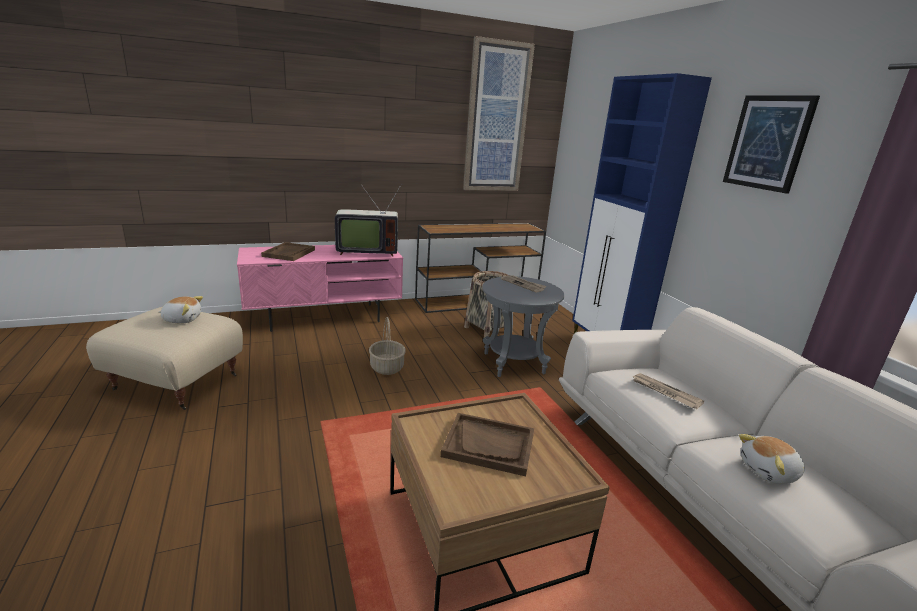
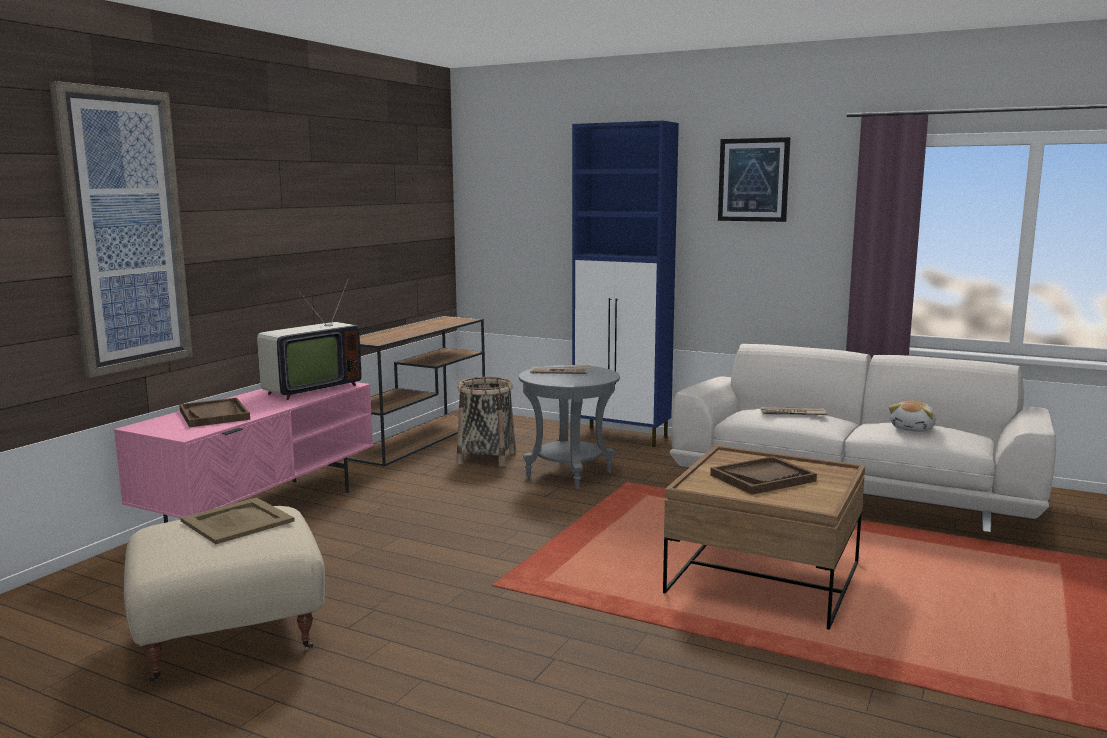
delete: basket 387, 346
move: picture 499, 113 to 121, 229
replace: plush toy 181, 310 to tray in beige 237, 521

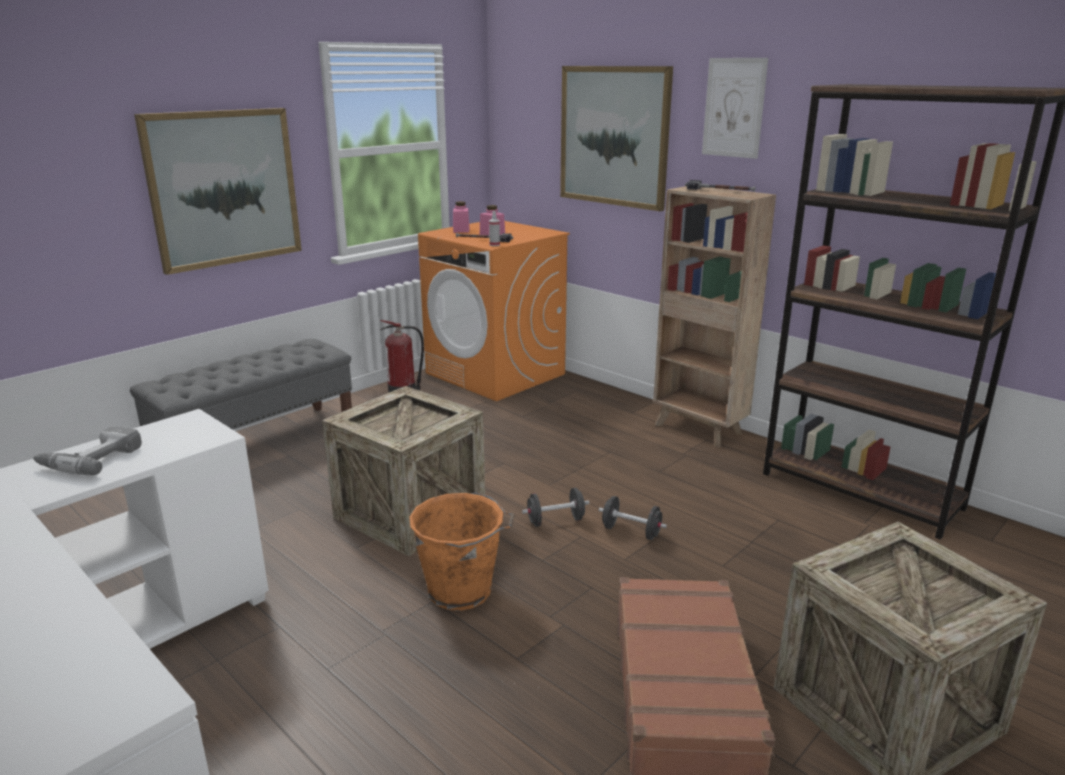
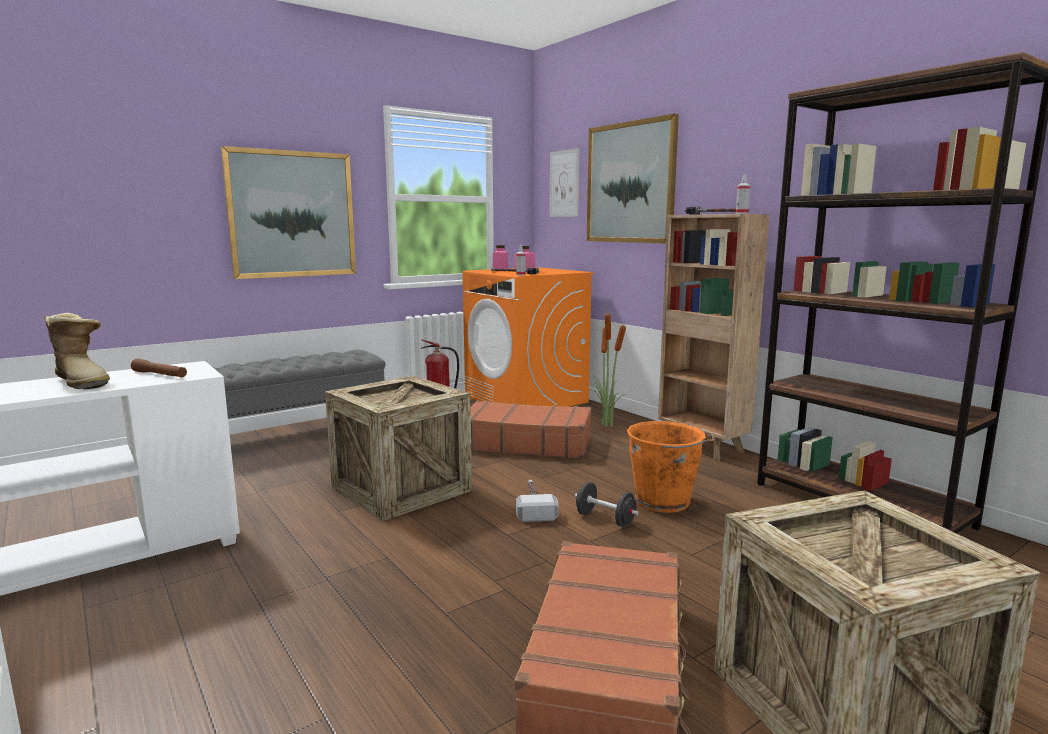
insert: flashlight in brown 159, 368; suitcase in brown 531, 430; potted plant 608, 367; spray bottle 743, 194
move: bucket in orange 462, 551 to 671, 467; picture 735, 108 to 564, 182
replace: power drill 87, 450 to boot 77, 351; dumbbell in black 555, 507 to hammer 537, 501

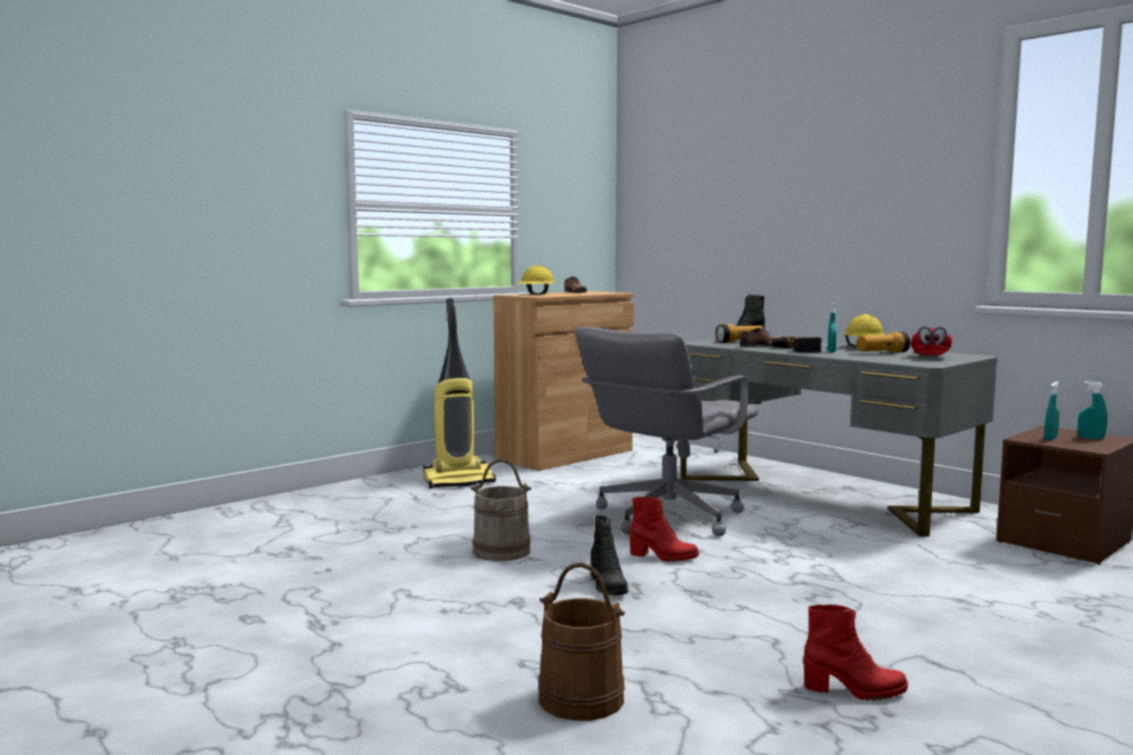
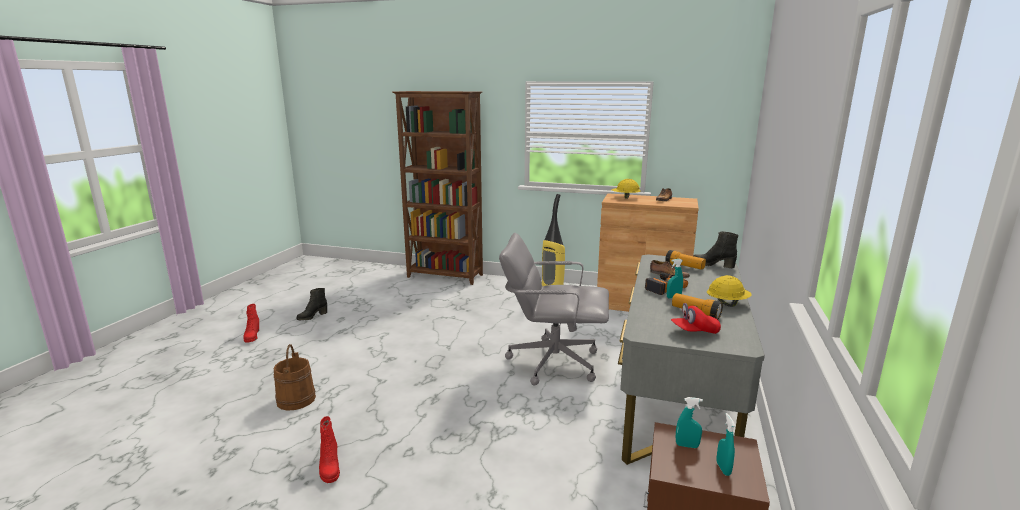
delete: bucket in beige 501, 510
insert: bookcase in brown 437, 188
move: boot in black 609, 555 to 311, 304; boot in red 664, 529 to 251, 323

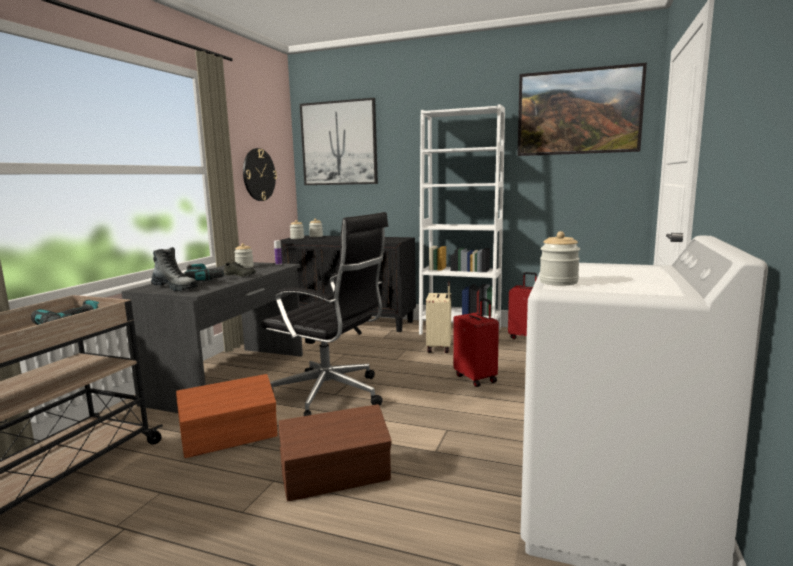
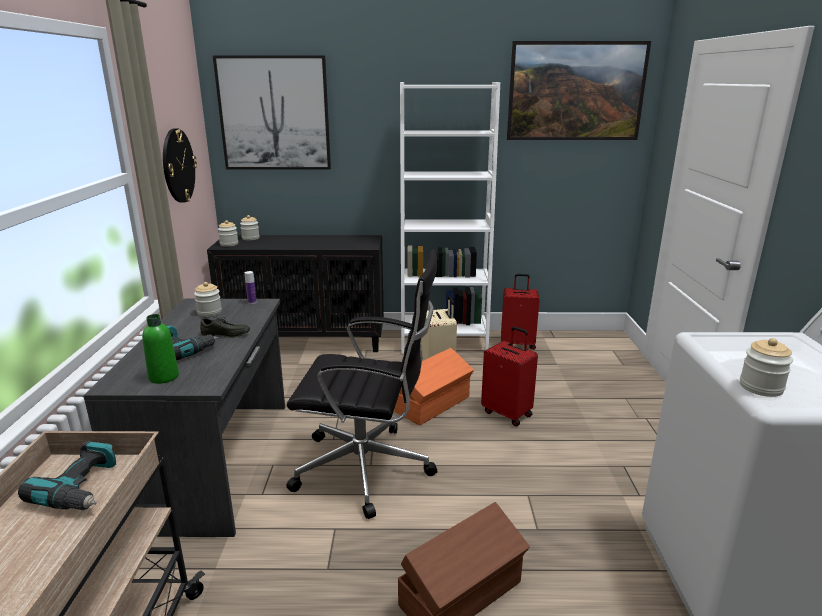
move: storage box in orange 227, 416 to 434, 386
replace: boot 174, 269 to bottle in green 160, 349

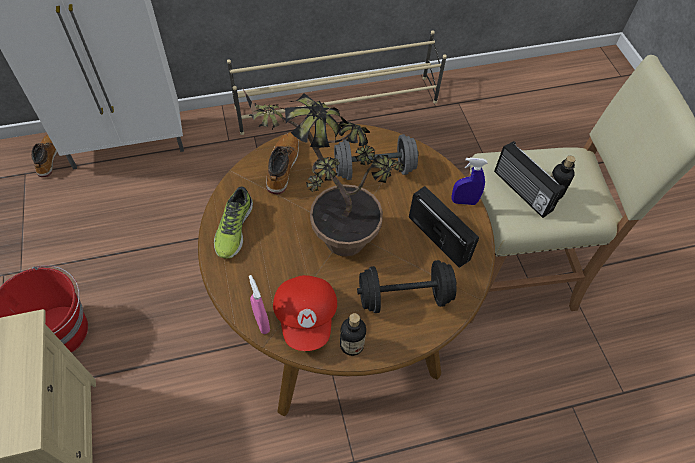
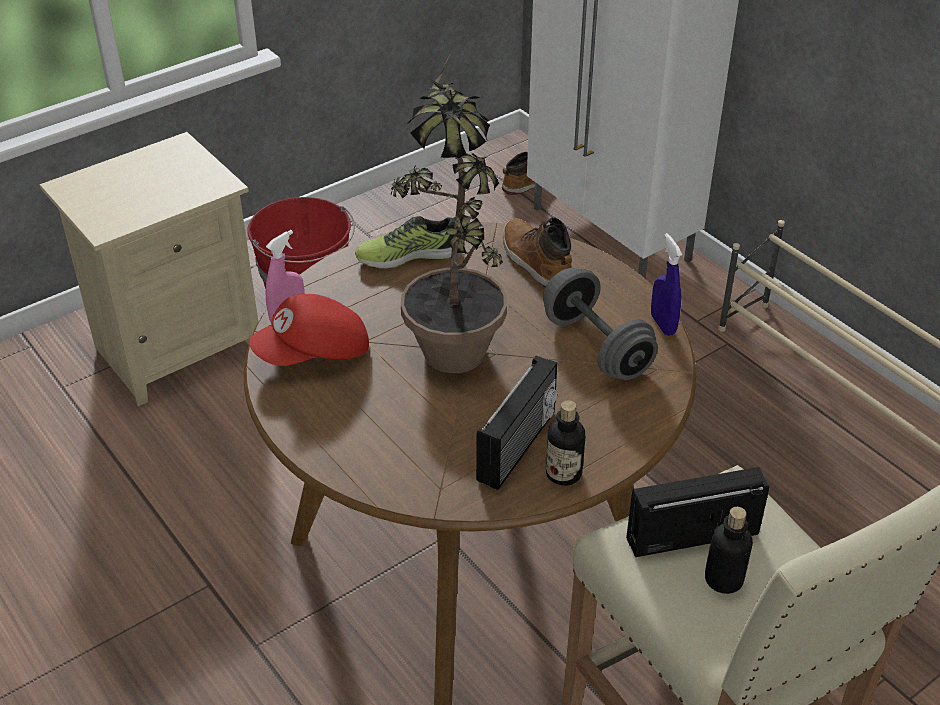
delete: dumbbell in black 406, 286
move: bottle 353, 334 to 565, 443; spray bottle in blue 469, 181 to 666, 284
rotate: boot 282, 163 = 537, 252 105 degrees counterclockwise; radio 529, 179 = 697, 512 45 degrees clockwise

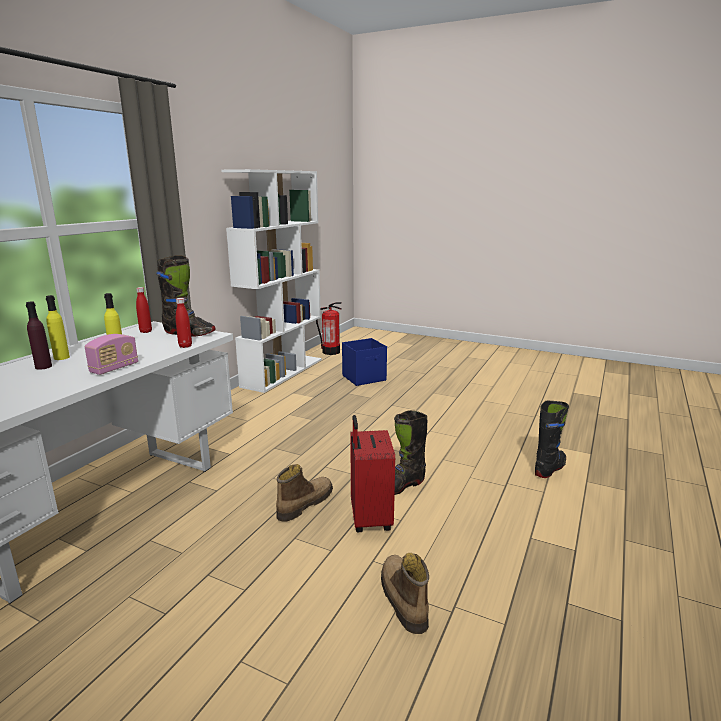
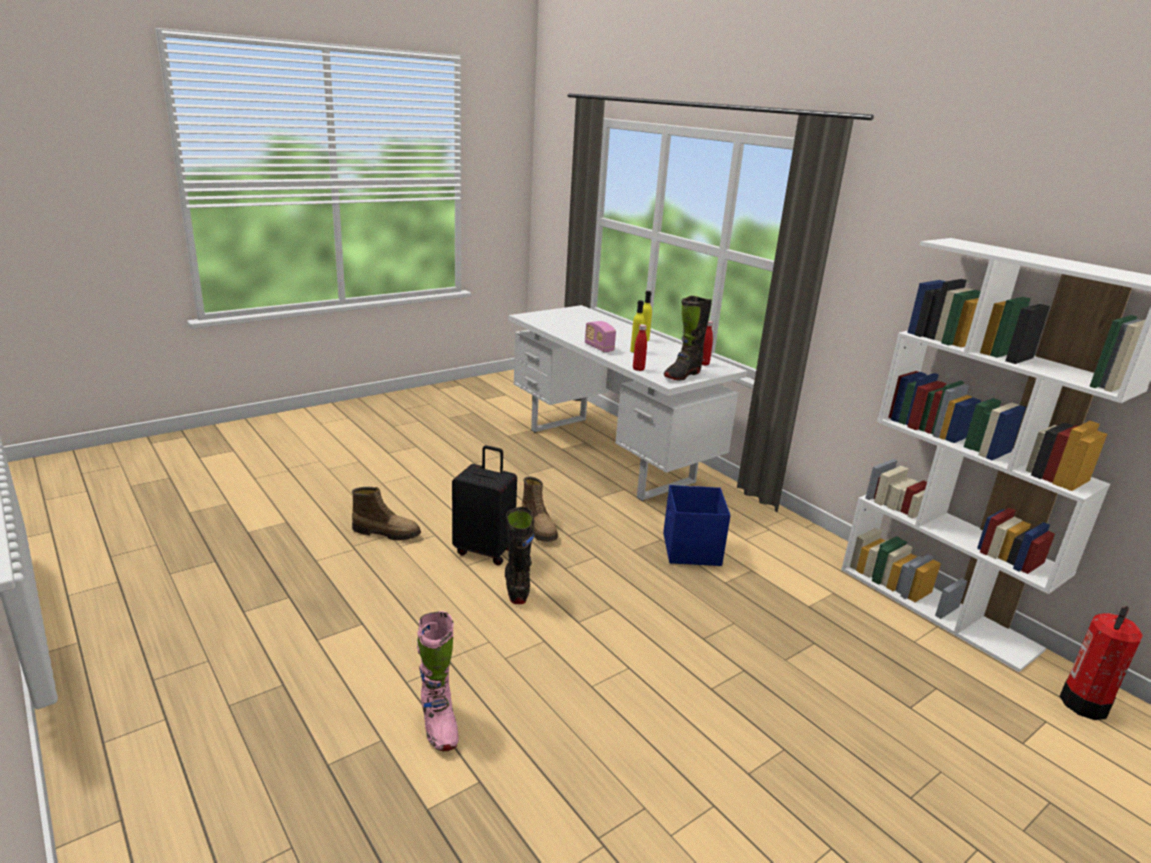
delete: bottle in purple 39, 335
move: storage box in blue 364, 362 to 697, 525
recolor: suitcase in red 372, 473 to suitcase in black 484, 505; boot in black 552, 439 to boot in pink 438, 681

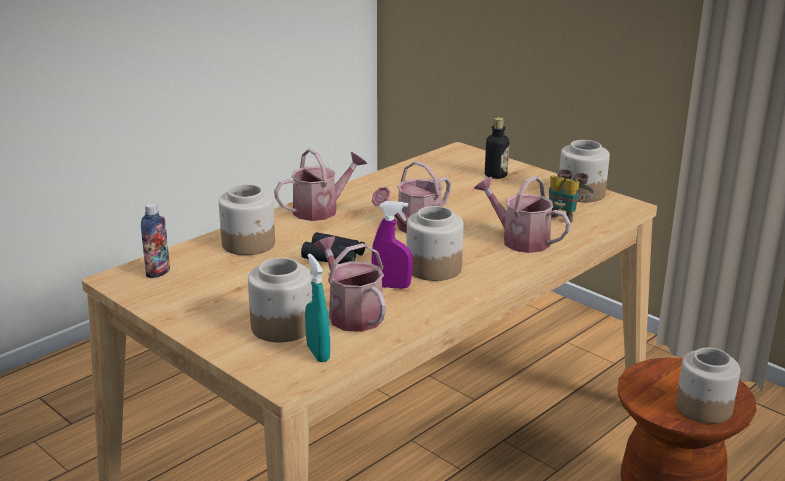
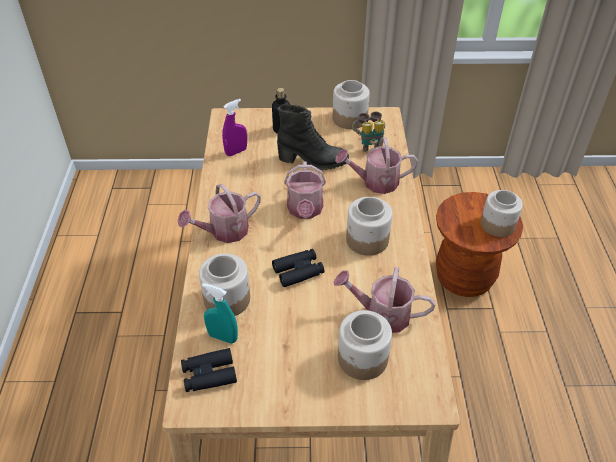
insert: boot in black 313, 138
move: spray bottle in turquoise 317, 308 to 220, 313; spray bottle in purple 392, 245 to 234, 127
replace: bottle 155, 240 to binoculars in black 209, 370
rotate: watering can 320, 184 = 219, 213 135 degrees counterclockwise

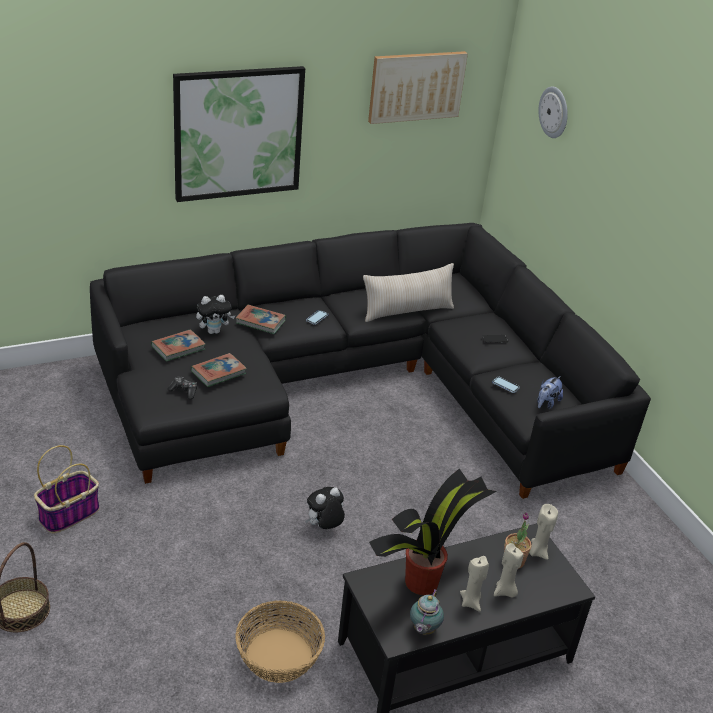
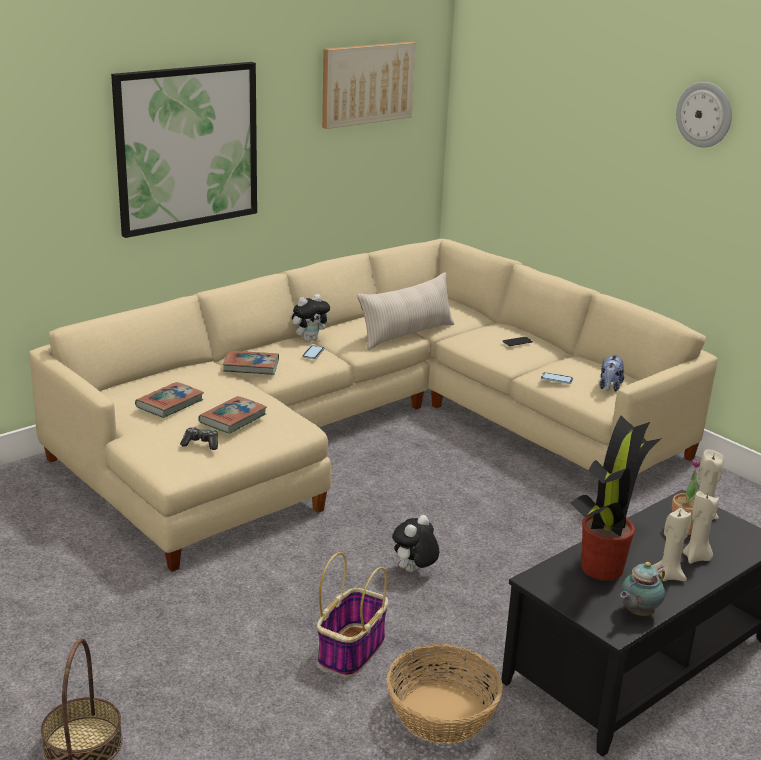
move: basket 67, 489 to 352, 614; plush toy 215, 314 to 311, 318; wall clock 553, 112 to 704, 114
recolor: sofa in black 370, 361 to sofa in beige 373, 405
rotate: teapot 427, 612 = 642, 589 45 degrees clockwise

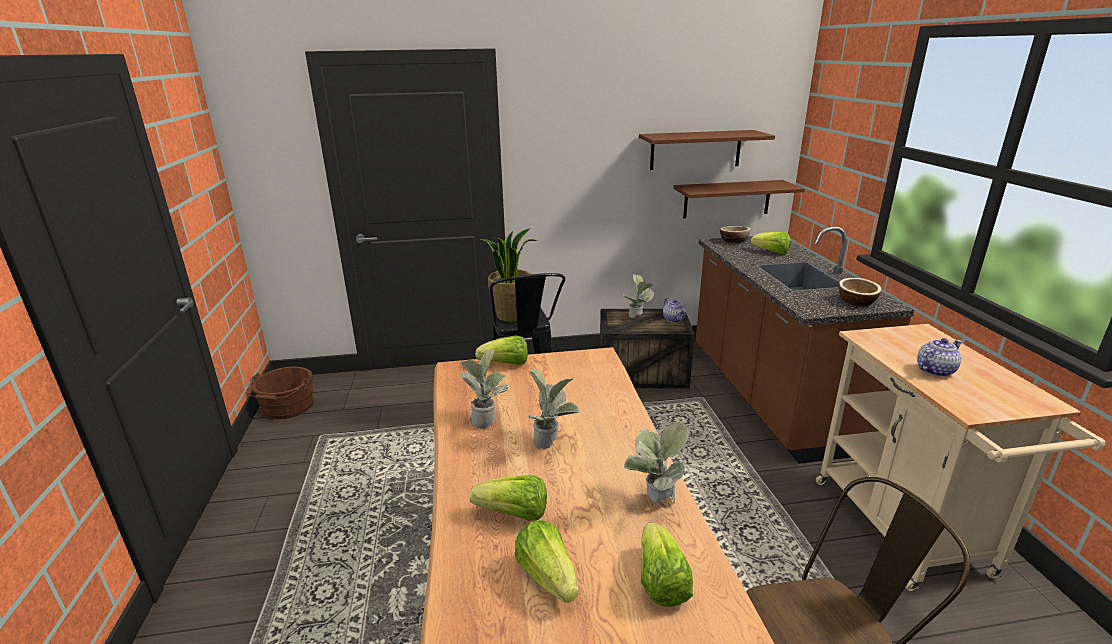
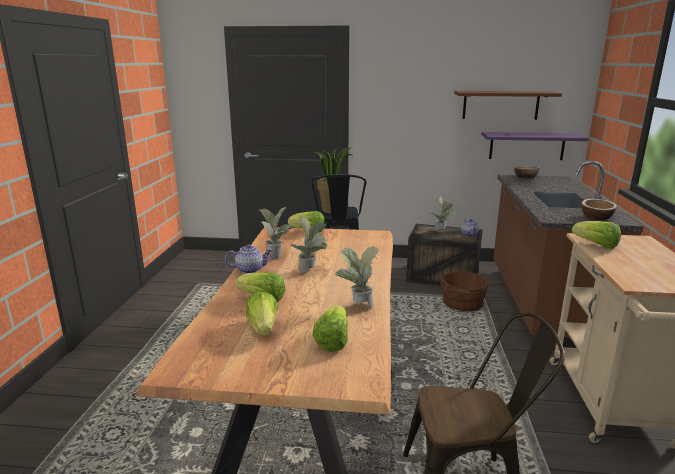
move: bucket in brown 280, 392 to 465, 291; lettuce 771, 243 to 596, 235; teapot 939, 357 to 249, 259
recolor: shelf in brown 739, 199 to shelf in purple 535, 146

